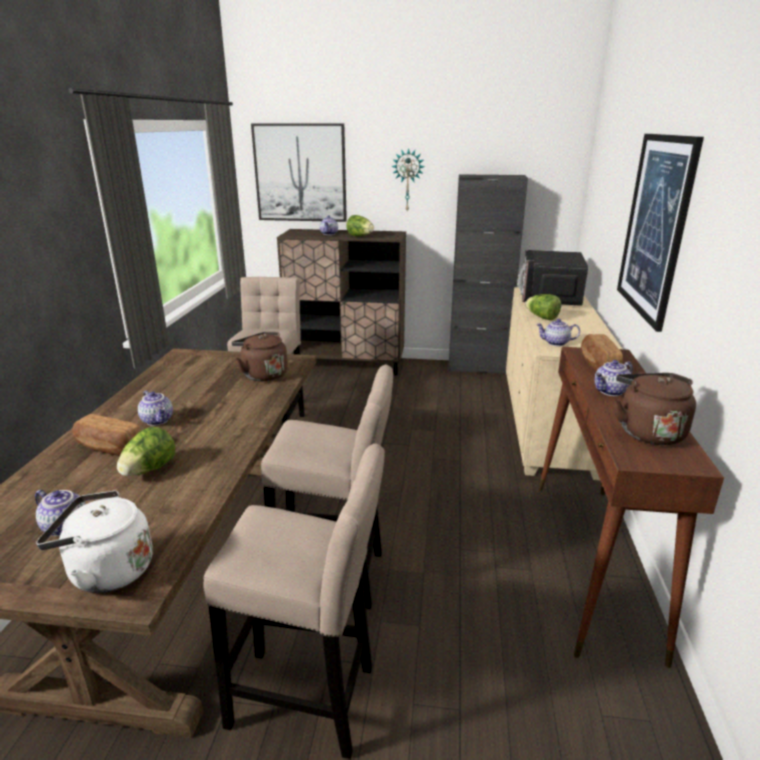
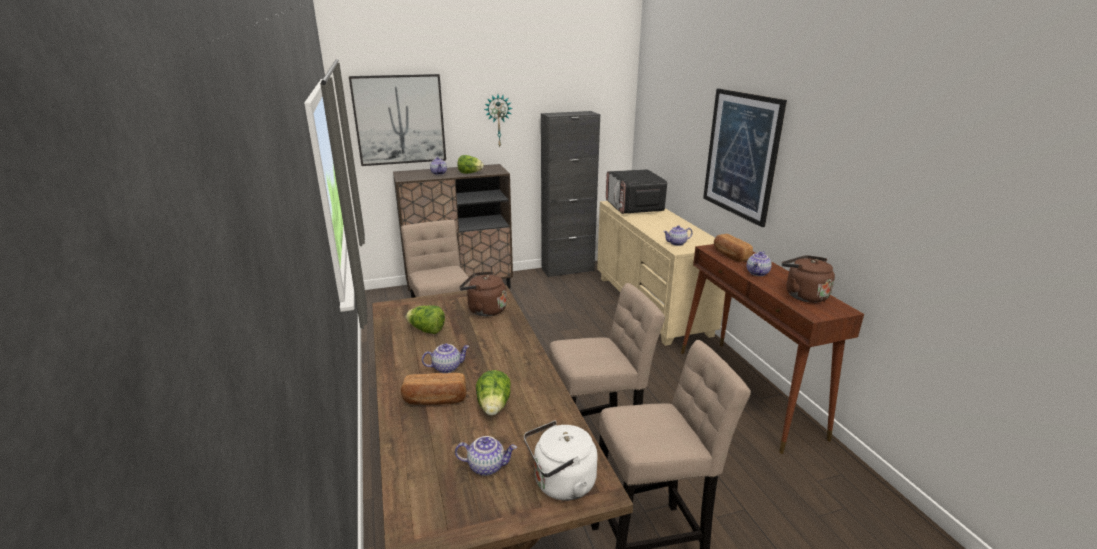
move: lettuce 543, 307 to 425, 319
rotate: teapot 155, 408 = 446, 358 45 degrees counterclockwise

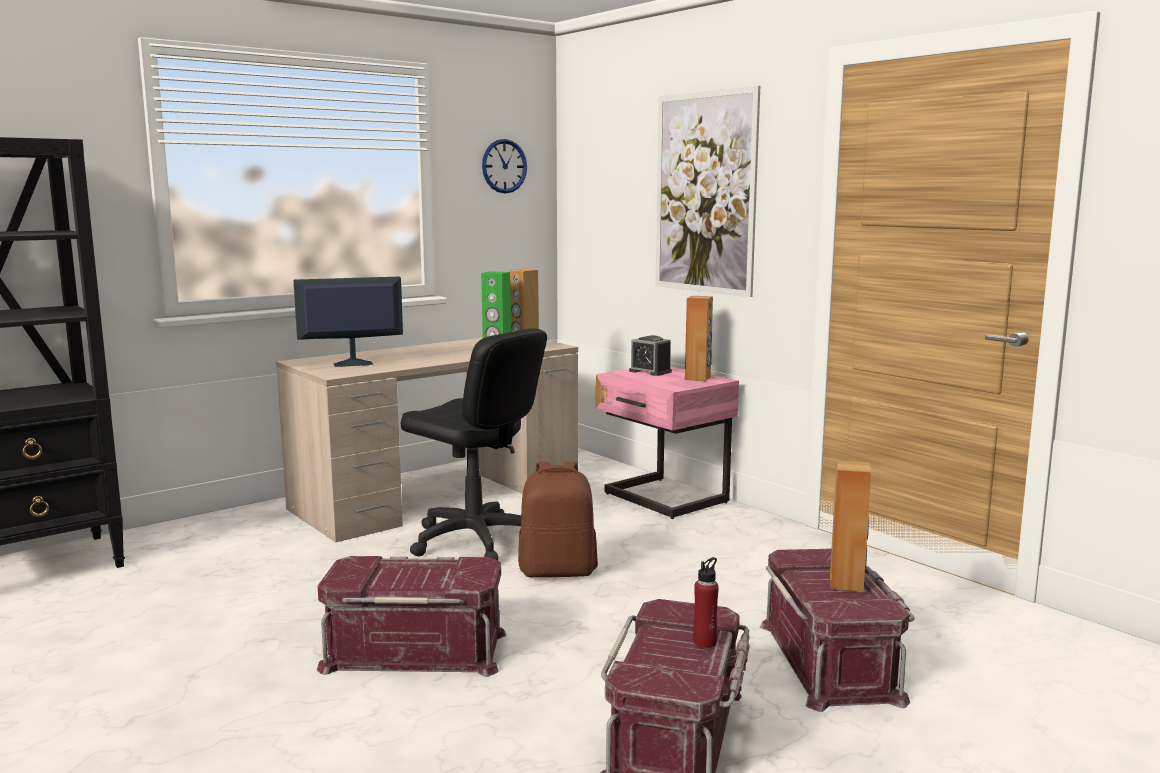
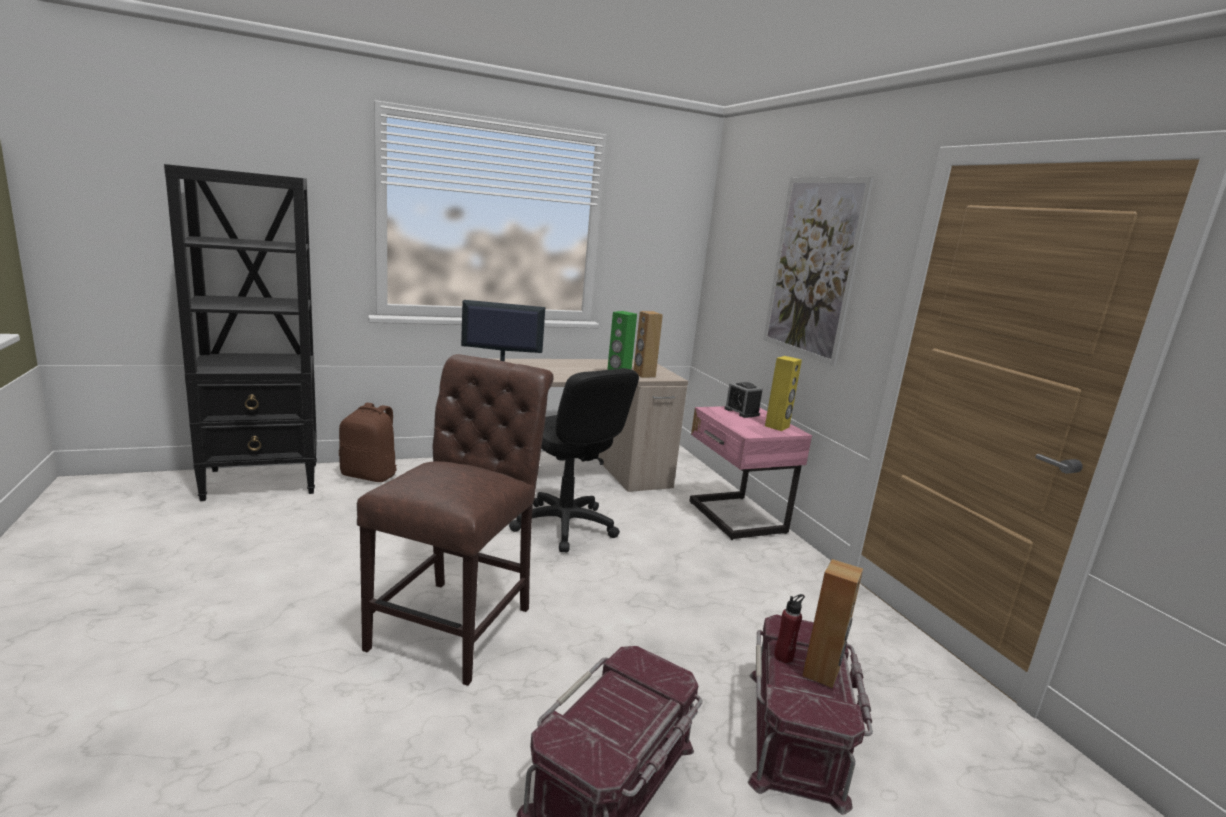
delete: wall clock 504, 166
move: backpack in brown 558, 519 to 368, 442; bottle in red 706, 602 to 789, 628
replace: storage box in red 411, 616 to chair in brown 455, 520
recolor: speaker in brown 699, 338 to speaker in yellow 783, 393

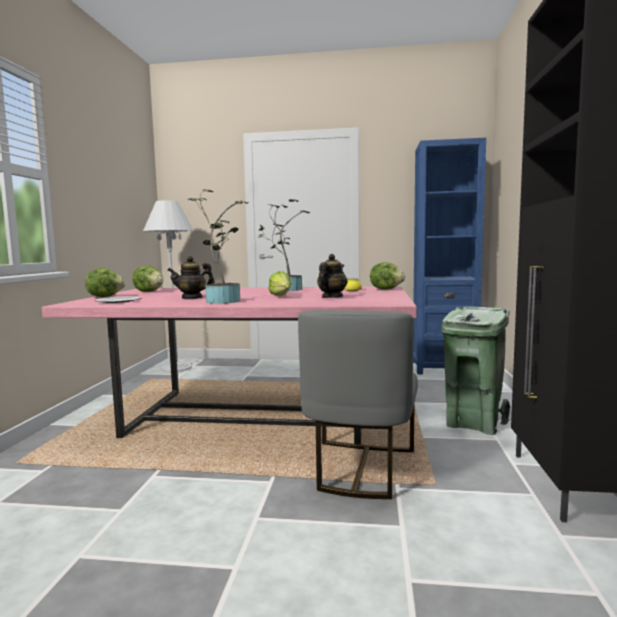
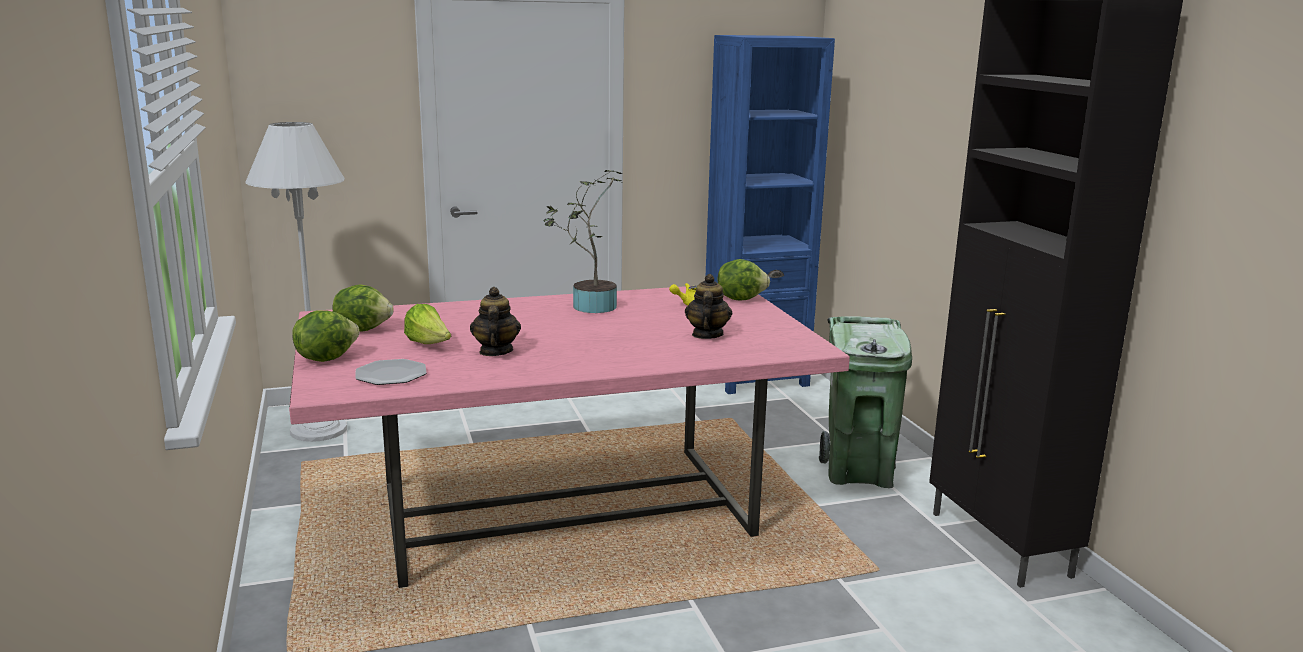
delete: potted plant 218, 246; chair in grey 358, 404
move: lettuce 280, 283 to 427, 324
rotate: teapot 191, 277 = 495, 321 135 degrees clockwise

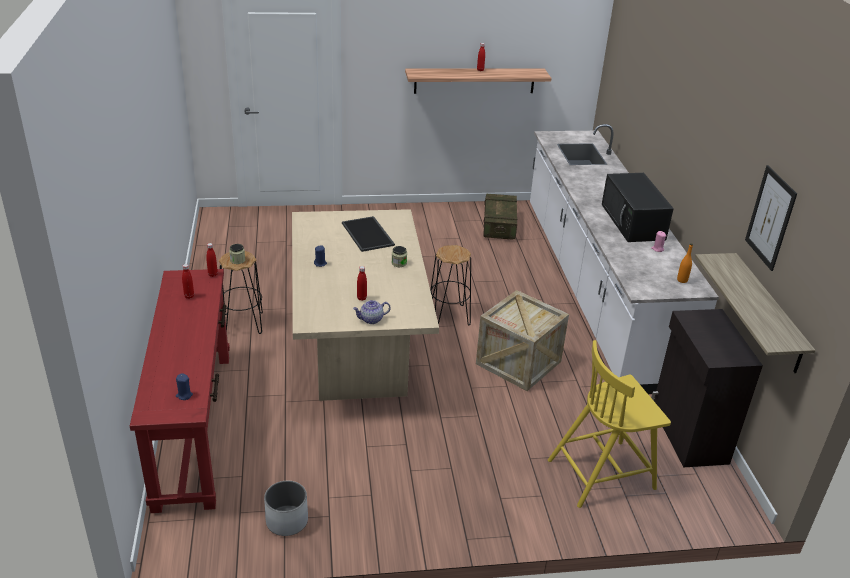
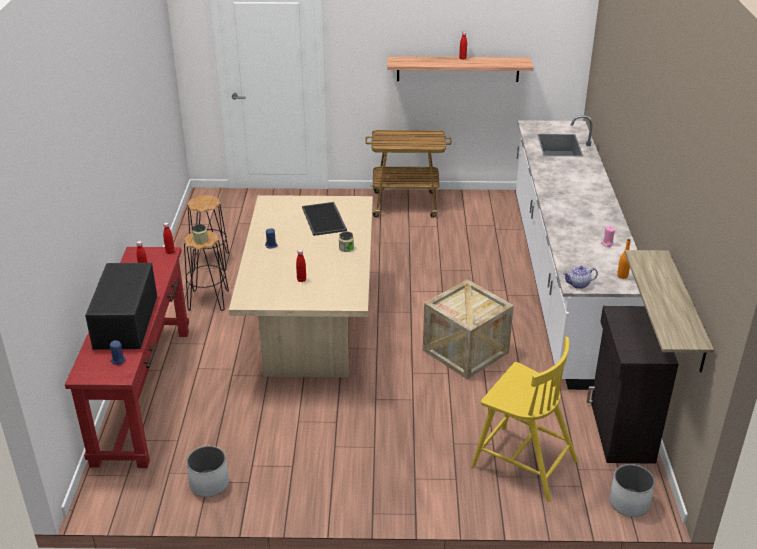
delete: crate 500, 217; picture 771, 218
insert: cart 408, 174; planter in white 632, 490
move: teapot 371, 312 to 580, 277; stool in black 450, 285 to 208, 233; microwave in black 638, 207 to 121, 306
rotate: chair in yellow 609, 424 = 524, 419 135 degrees counterclockwise

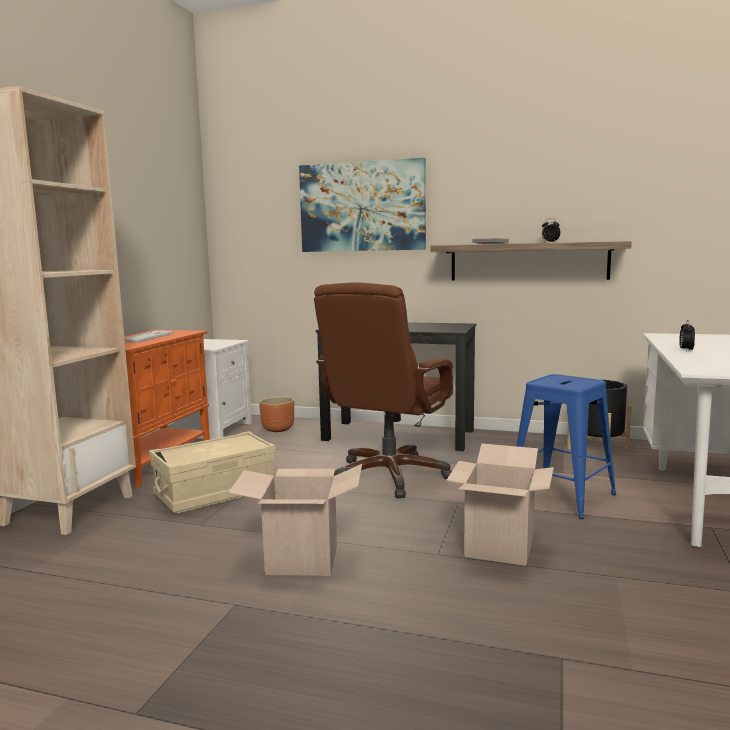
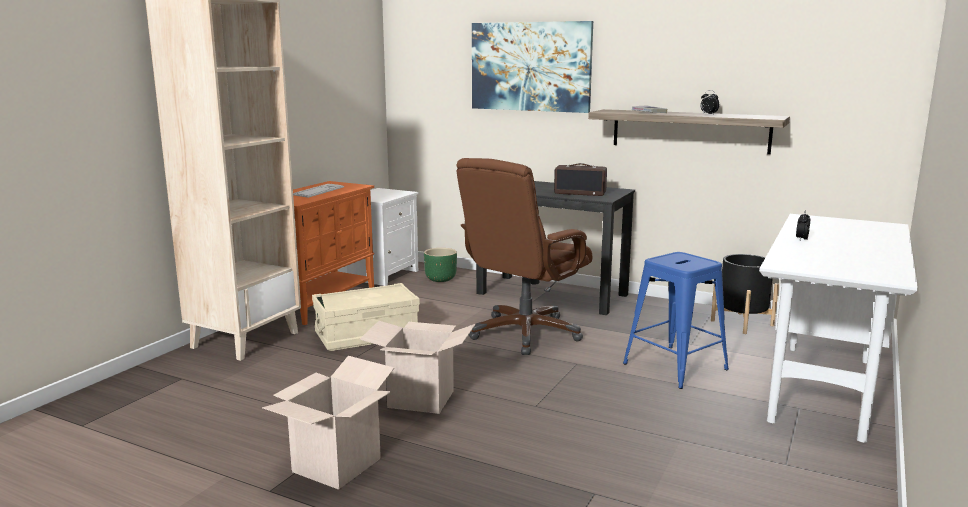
insert: radio 580, 179
move: cardboard box 500, 504 to 328, 423
recolor: planter in brown 276, 414 to planter in green 440, 265

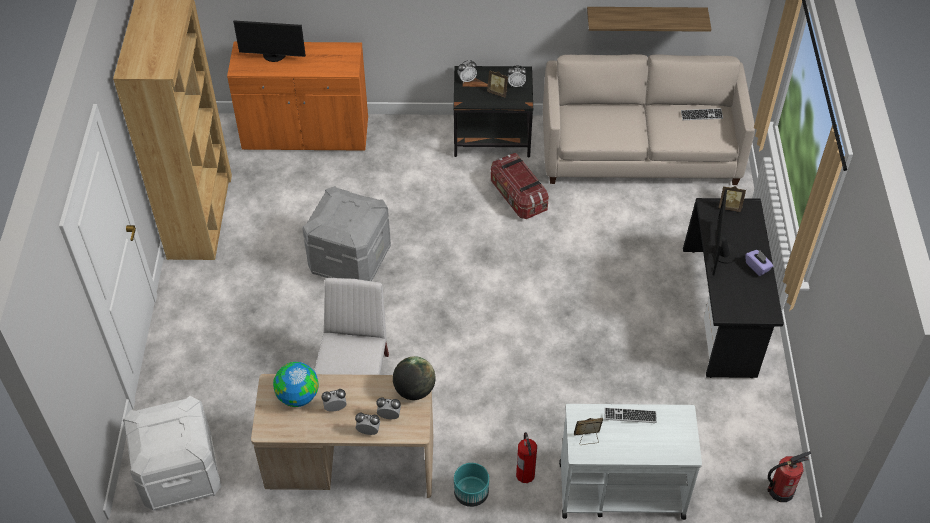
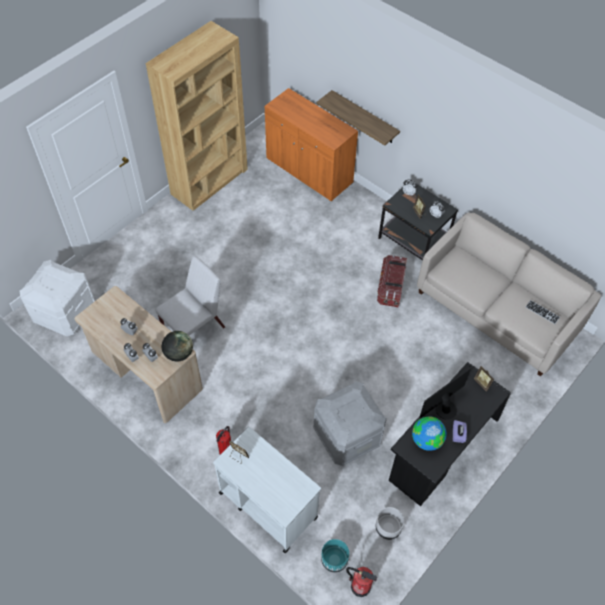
delete: monitor 269, 41; keyboard 631, 415
insert: planter in grey 390, 523
move: globe 296, 384 to 429, 433; storage box in grey 346, 233 to 350, 423; planter in turquoise 471, 485 to 335, 556; shelf 649, 19 to 358, 117

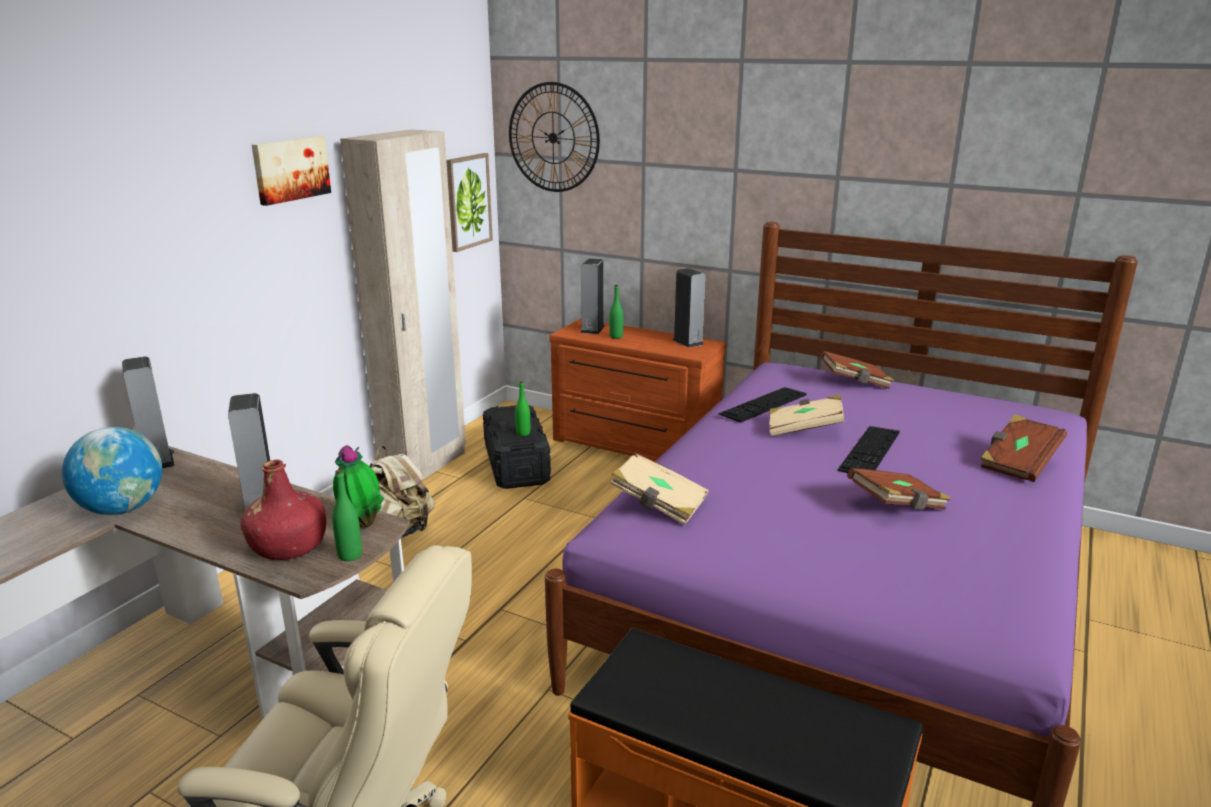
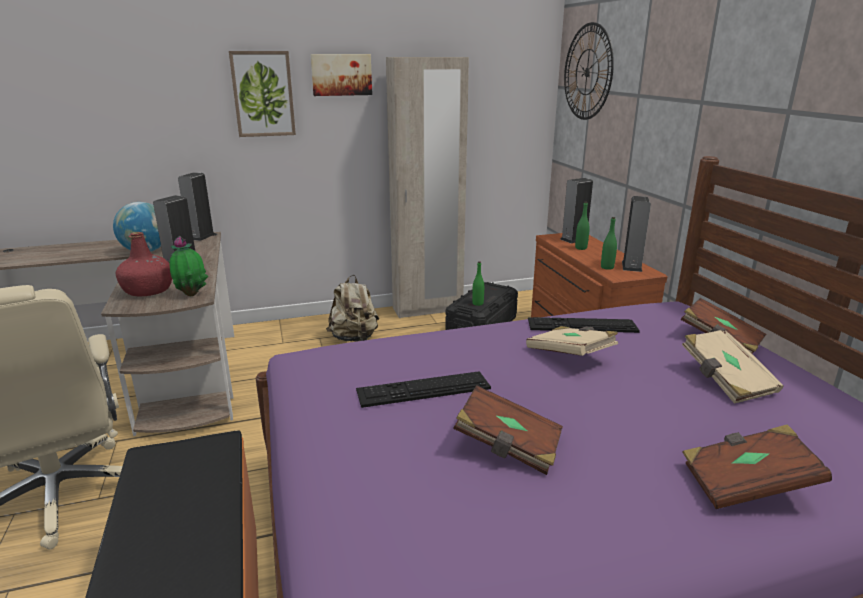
move: bottle in green 347, 515 to 609, 243; picture 469, 202 to 262, 94; book in beige 659, 488 to 733, 366; keyboard 868, 449 to 423, 389

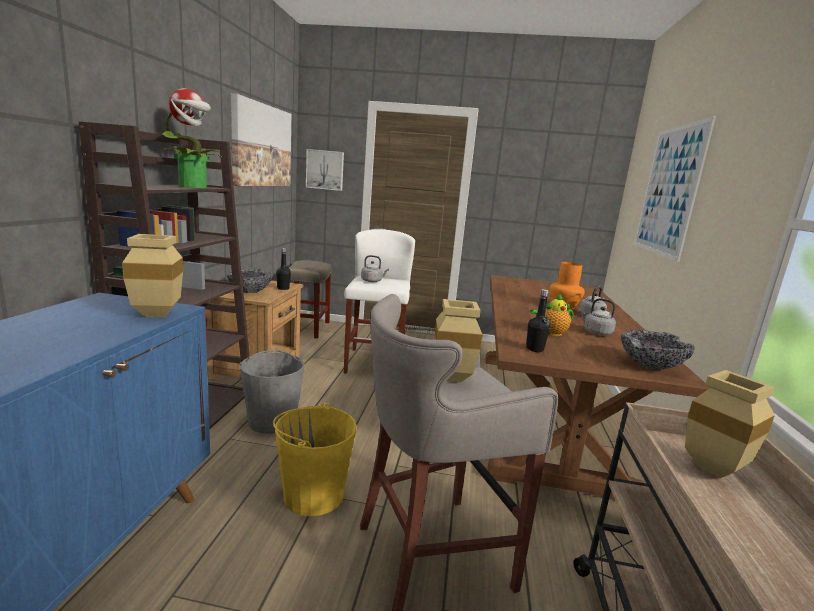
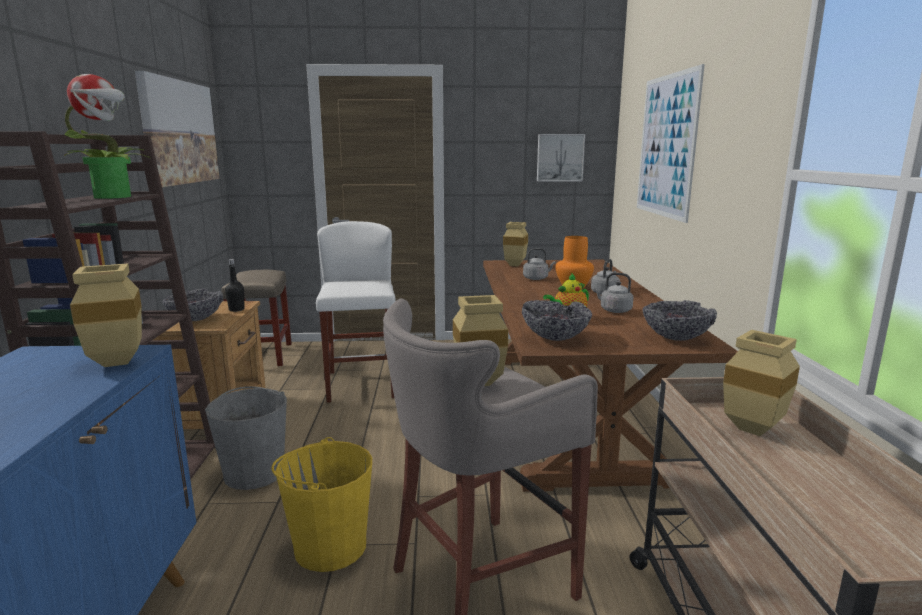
insert: vase in beige 515, 244
move: picture 325, 170 to 561, 157; kettle in grey 375, 268 to 539, 264
replace: bottle in black 538, 320 to bowl 557, 320

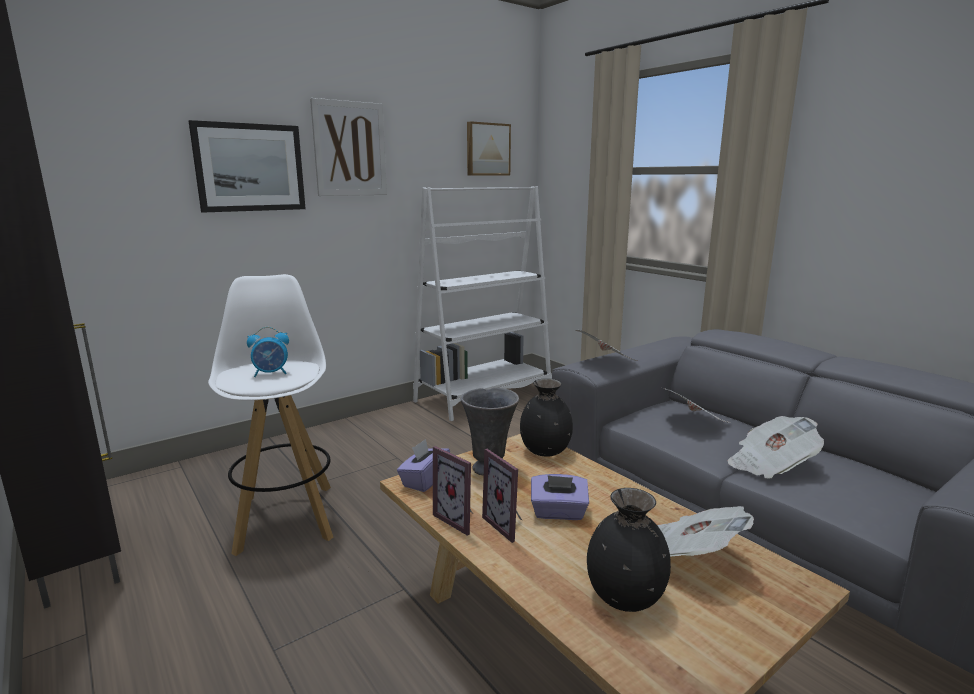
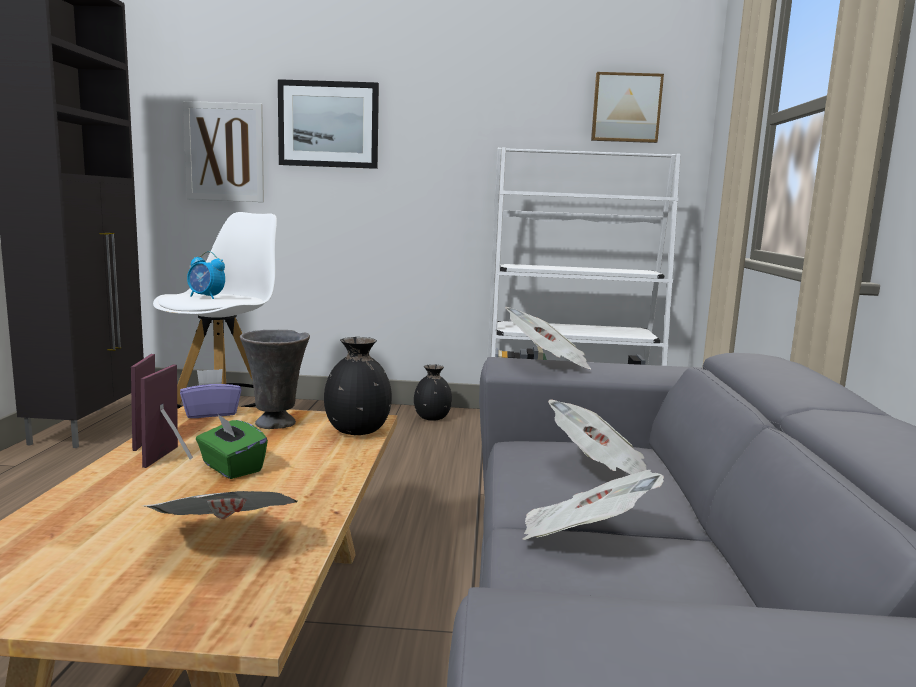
move: picture 348, 147 to 223, 151; vase in black 629, 550 to 433, 392
recolor: tissue box in purple 560, 497 to tissue box in green 232, 447

